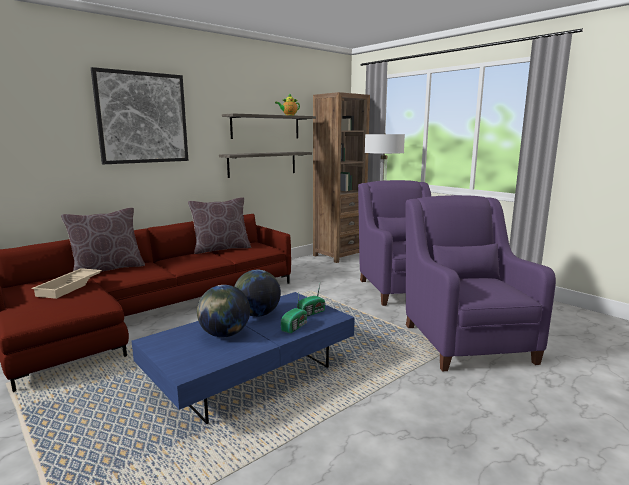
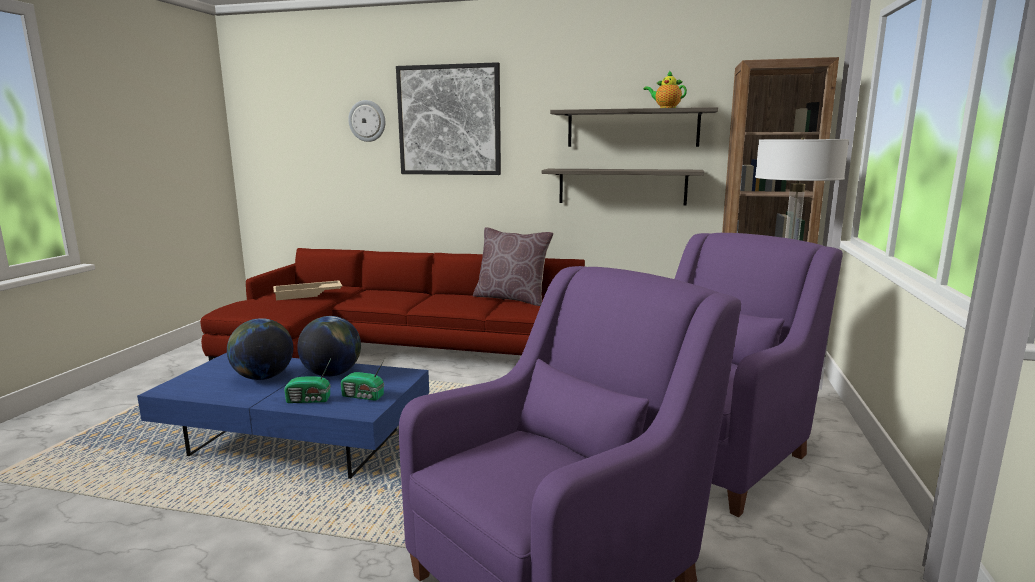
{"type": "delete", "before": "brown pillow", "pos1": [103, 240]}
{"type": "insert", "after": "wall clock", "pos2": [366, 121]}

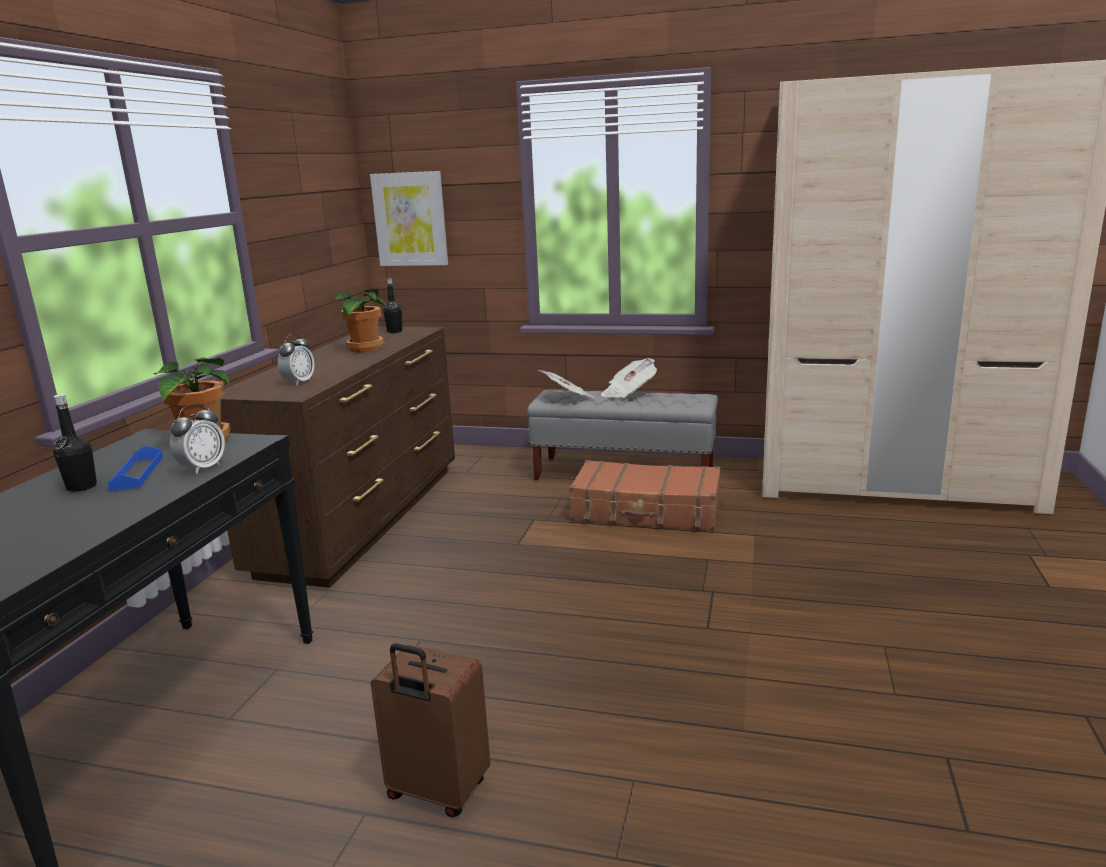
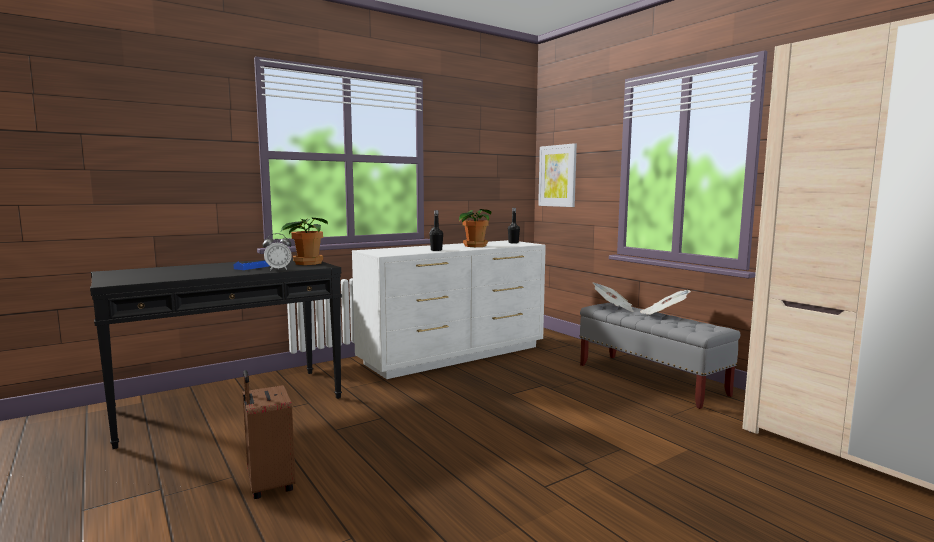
{"type": "delete", "before": "alarm clock", "pos1": [296, 360]}
{"type": "delete", "before": "brown suitcase", "pos1": [645, 495]}
{"type": "move", "before": "black bottle", "pos1": [75, 443], "pos2": [436, 230]}
{"type": "recolor", "before": "brown dresser", "after": "white dresser", "pos1": [338, 457], "pos2": [449, 309]}

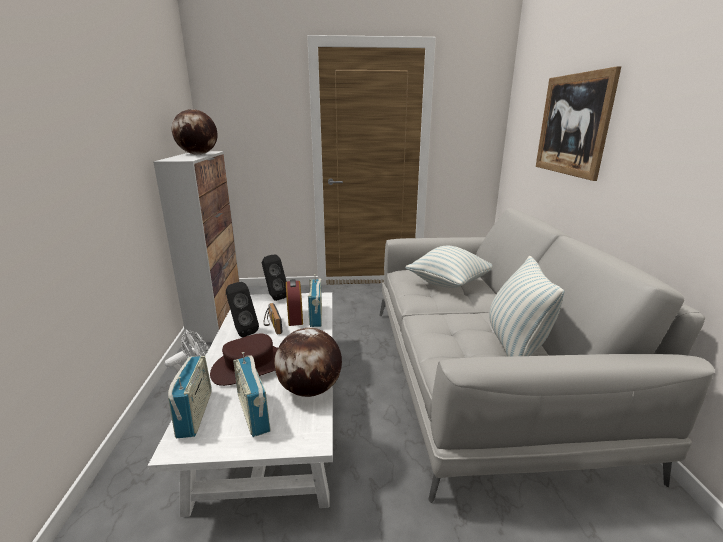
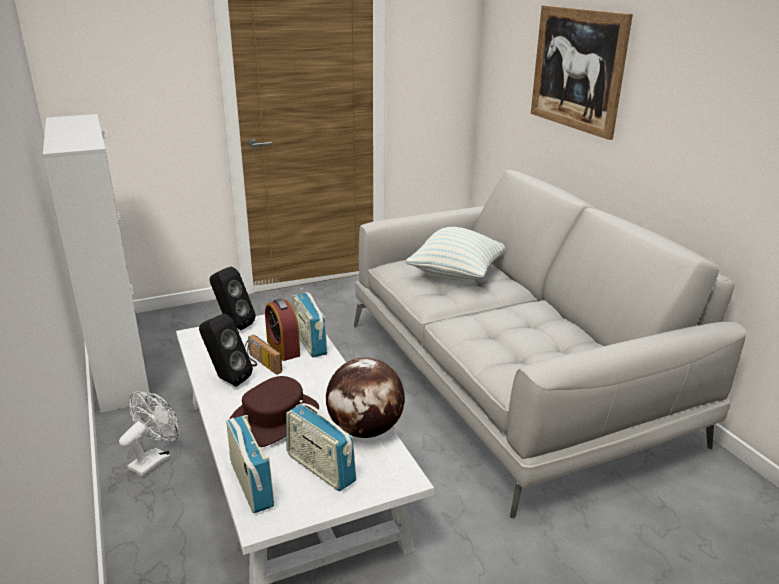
{"type": "delete", "before": "globe", "pos1": [195, 132]}
{"type": "delete", "before": "pillow", "pos1": [527, 306]}

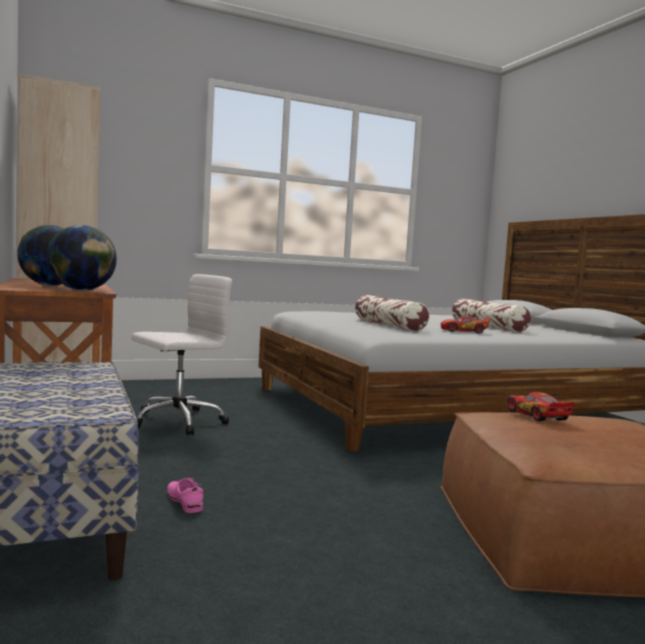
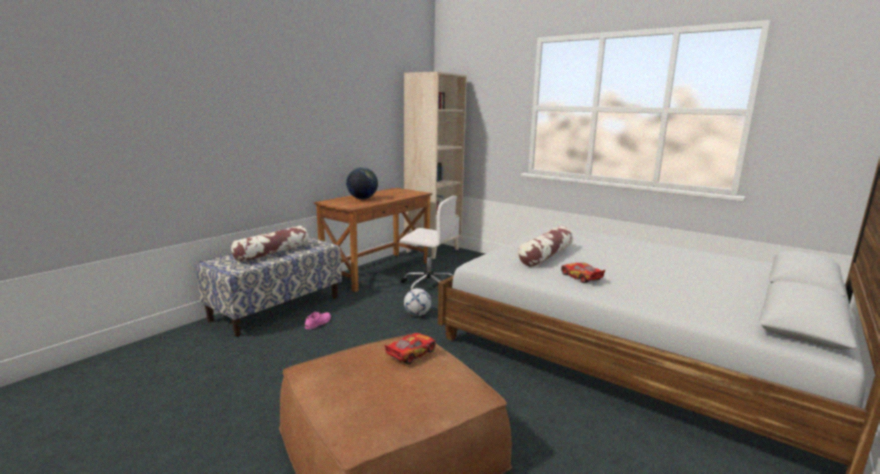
{"type": "delete", "before": "globe", "pos1": [82, 258]}
{"type": "insert", "after": "football", "pos2": [417, 302]}
{"type": "move", "before": "pillow", "pos1": [491, 315], "pos2": [270, 244]}

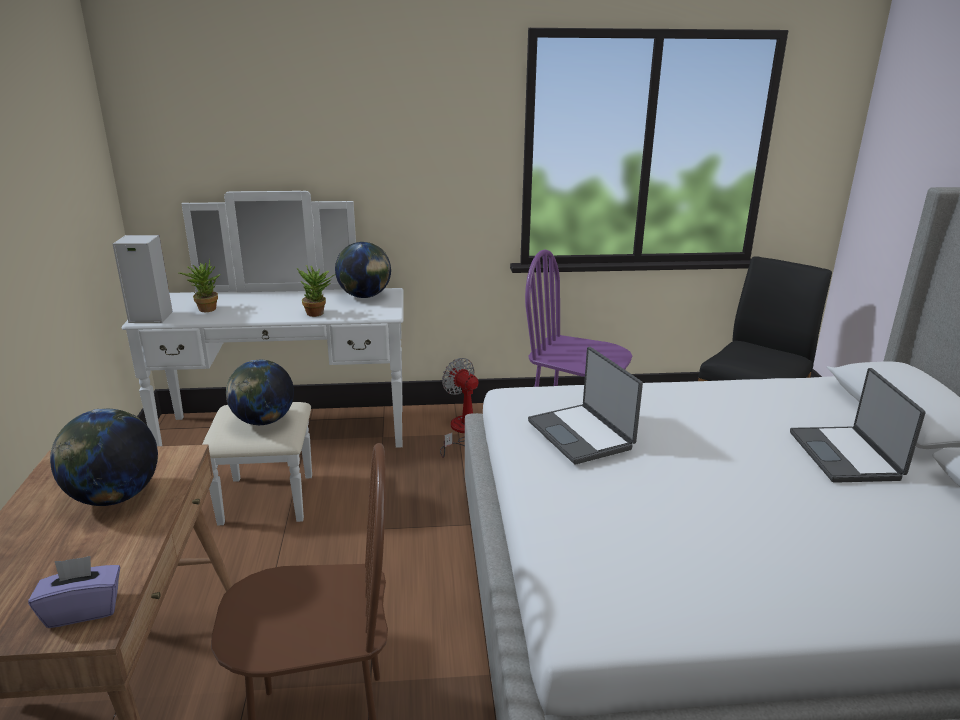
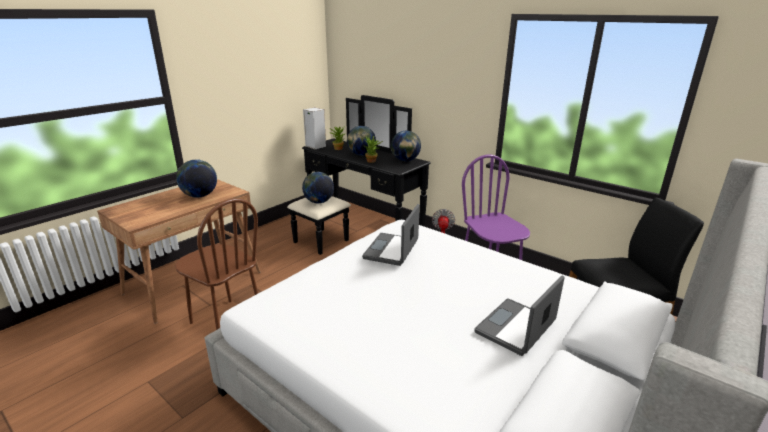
{"type": "delete", "before": "purple tissue box", "pos1": [74, 592]}
{"type": "insert", "after": "globe", "pos2": [361, 141]}
{"type": "recolor", "before": "white dresser", "after": "black dresser", "pos1": [262, 358], "pos2": [359, 175]}

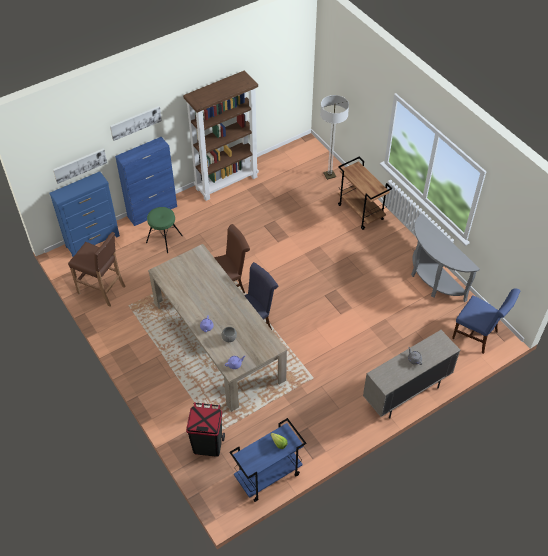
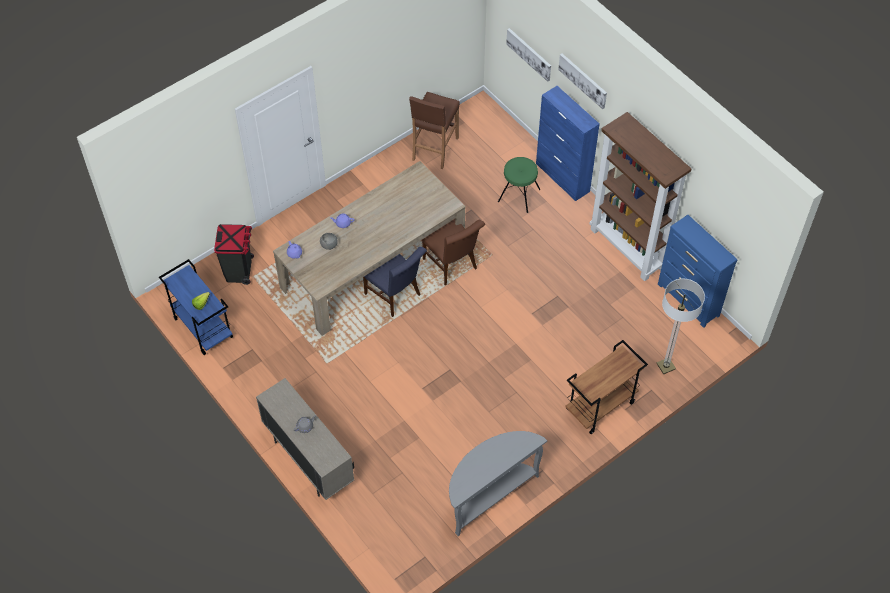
{"type": "delete", "before": "blue chair", "pos1": [486, 321]}
{"type": "move", "before": "blue dresser", "pos1": [84, 214], "pos2": [697, 271]}

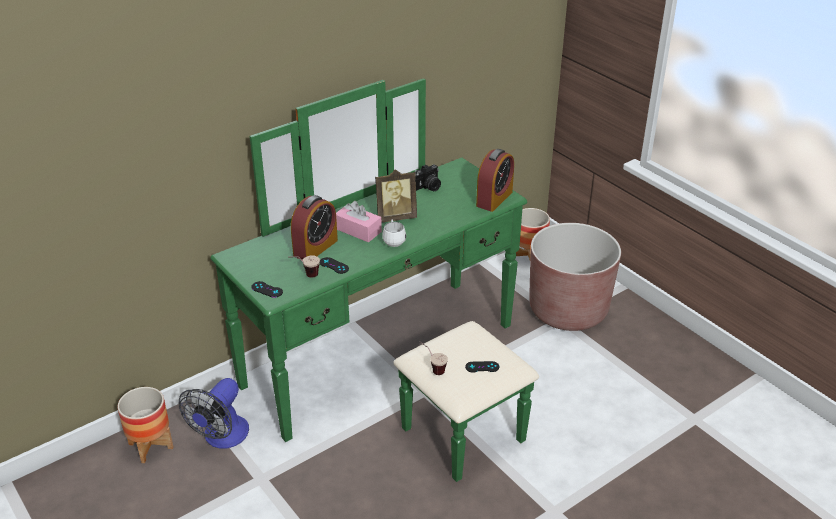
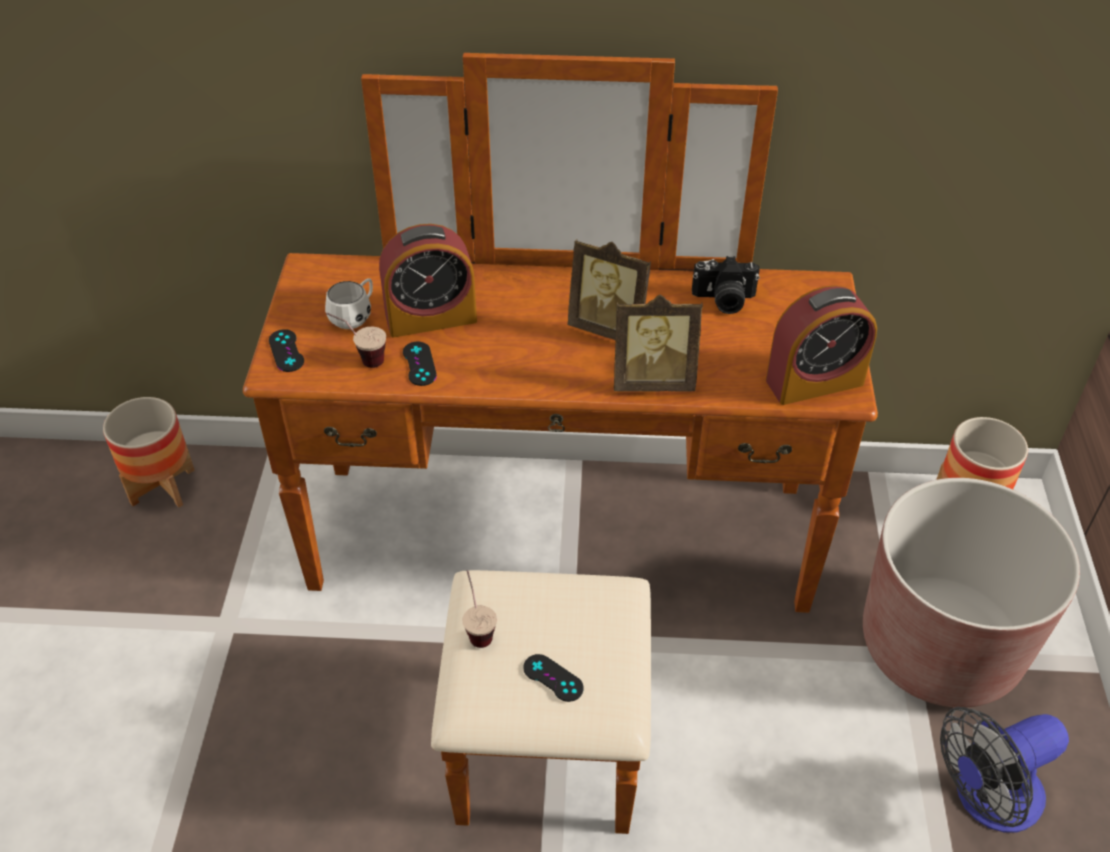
{"type": "delete", "before": "pink tissue box", "pos1": [359, 221]}
{"type": "insert", "after": "picture frame", "pos2": [658, 343]}
{"type": "move", "before": "fan", "pos1": [214, 413], "pos2": [1004, 770]}
{"type": "move", "before": "white mug", "pos1": [394, 233], "pos2": [349, 303]}
{"type": "recolor", "before": "green dresser", "after": "brown dresser", "pos1": [374, 280], "pos2": [560, 443]}

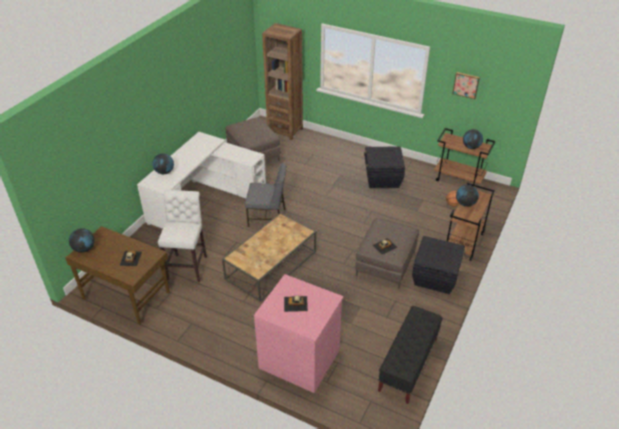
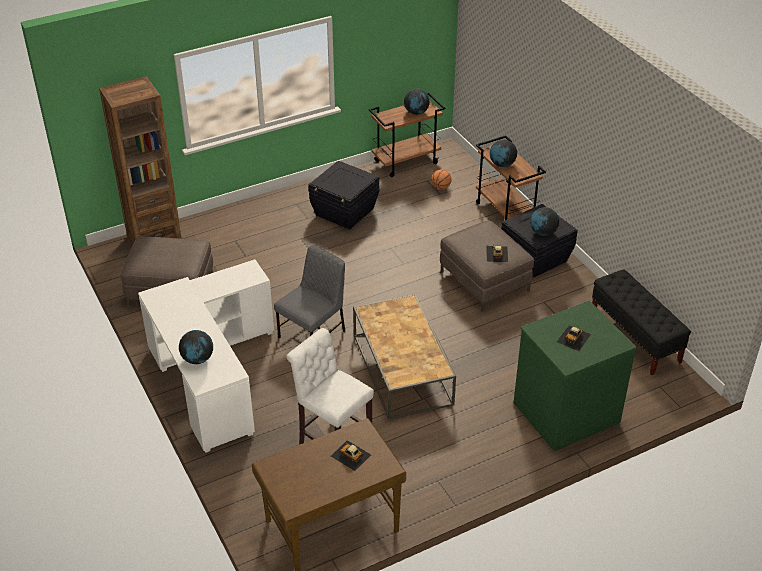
{"type": "delete", "before": "picture", "pos1": [466, 85]}
{"type": "move", "before": "globe", "pos1": [81, 240], "pos2": [544, 221]}
{"type": "recolor", "before": "pink dresser", "after": "green dresser", "pos1": [299, 333], "pos2": [575, 376]}

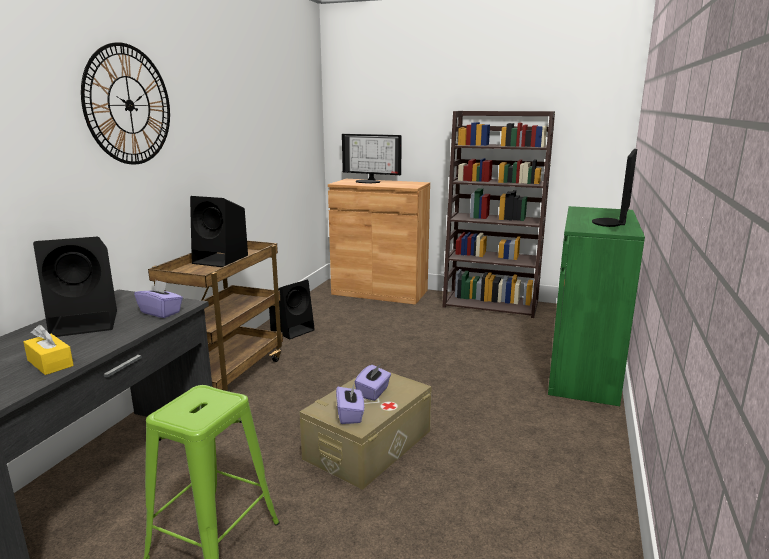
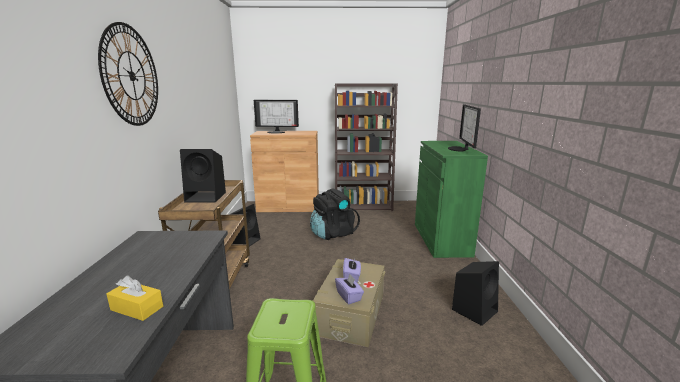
{"type": "delete", "before": "purple tissue box", "pos1": [158, 299]}
{"type": "insert", "after": "black backpack", "pos2": [335, 214]}
{"type": "move", "before": "black speaker", "pos1": [75, 287], "pos2": [475, 293]}

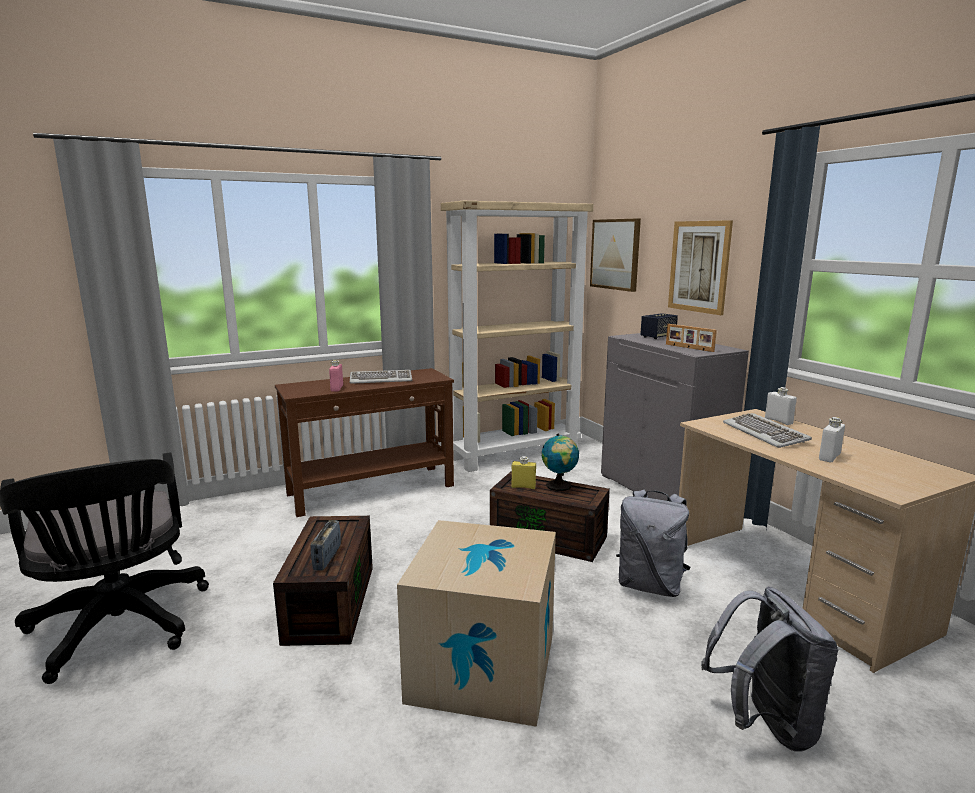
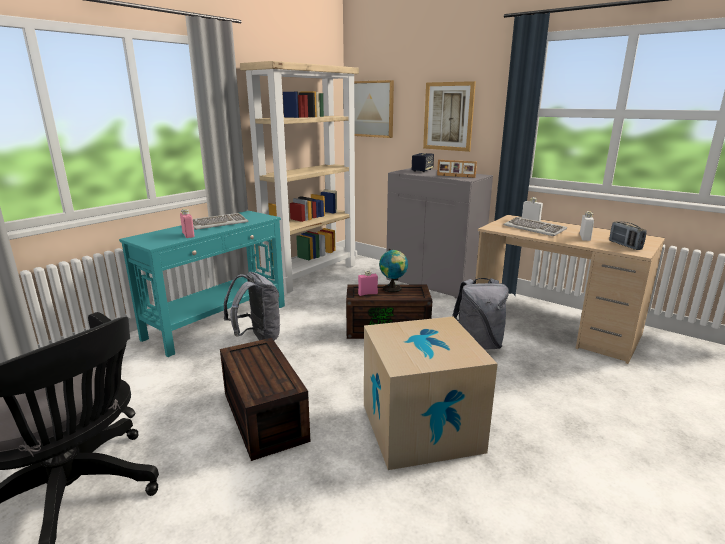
{"type": "move", "before": "radio", "pos1": [326, 545], "pos2": [628, 236]}
{"type": "move", "before": "grey backpack", "pos1": [770, 669], "pos2": [252, 306]}
{"type": "recolor", "before": "brown console table", "after": "turquoise console table", "pos1": [364, 442], "pos2": [202, 284]}
{"type": "recolor", "before": "yellow bottle", "after": "pink bottle", "pos1": [523, 472], "pos2": [368, 283]}

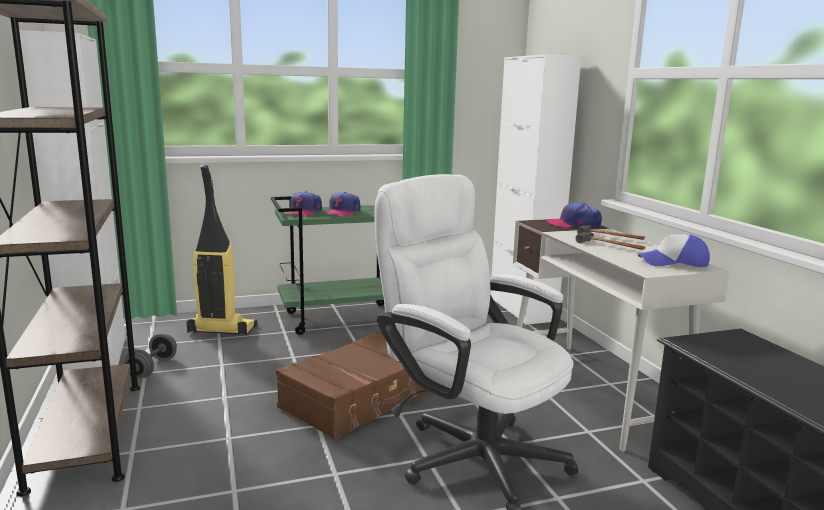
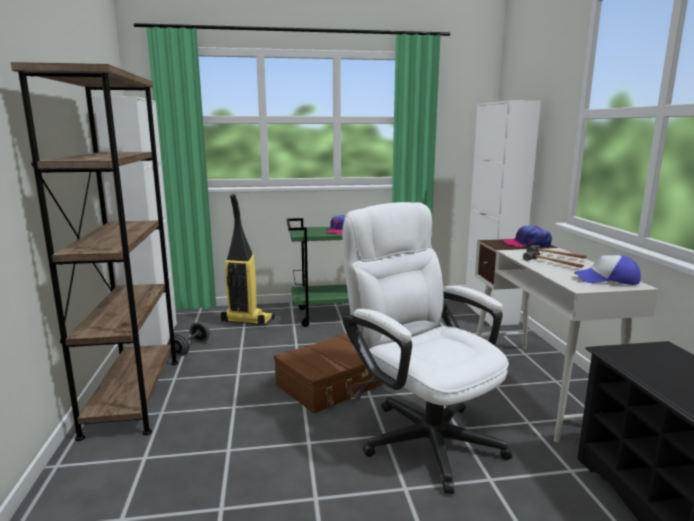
{"type": "delete", "before": "cap", "pos1": [303, 203]}

